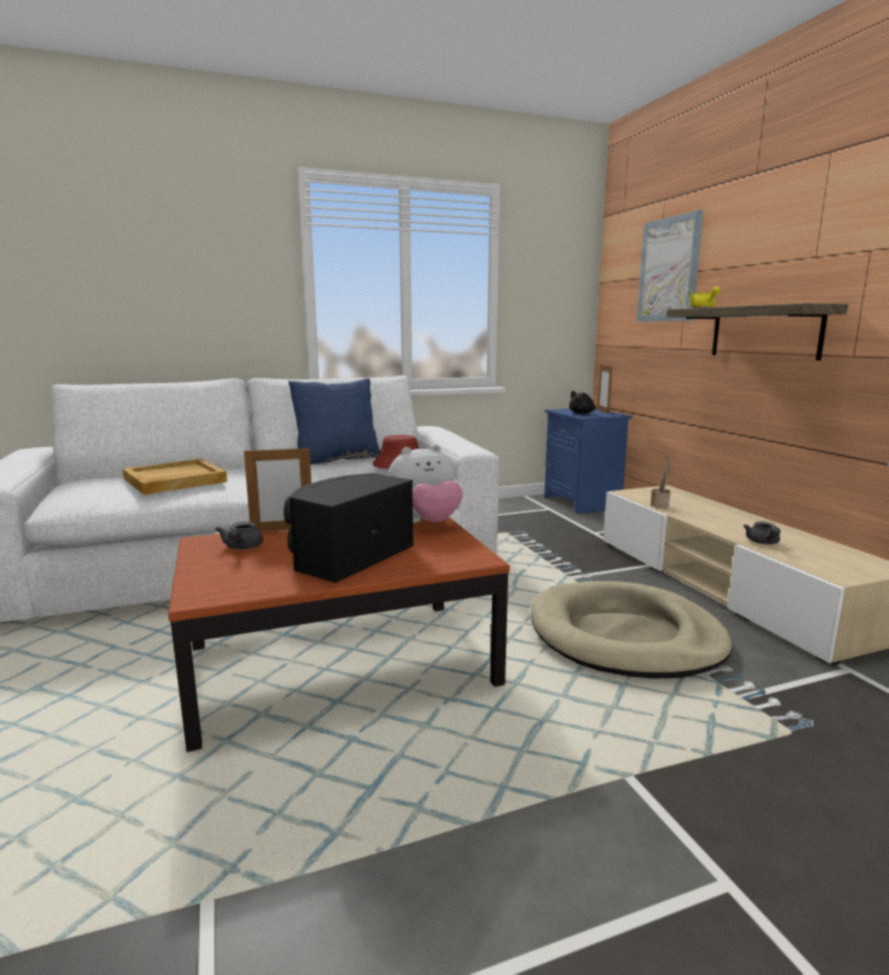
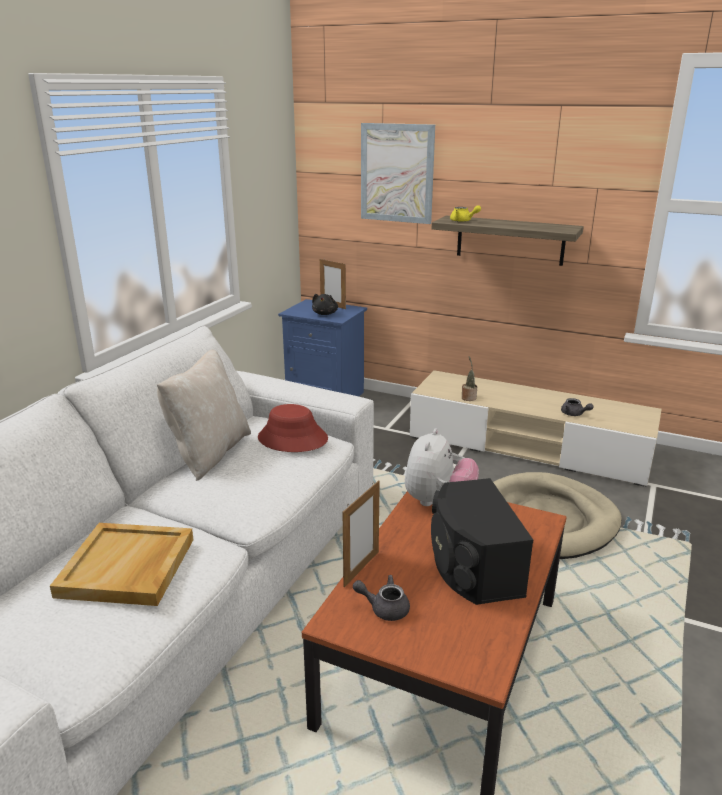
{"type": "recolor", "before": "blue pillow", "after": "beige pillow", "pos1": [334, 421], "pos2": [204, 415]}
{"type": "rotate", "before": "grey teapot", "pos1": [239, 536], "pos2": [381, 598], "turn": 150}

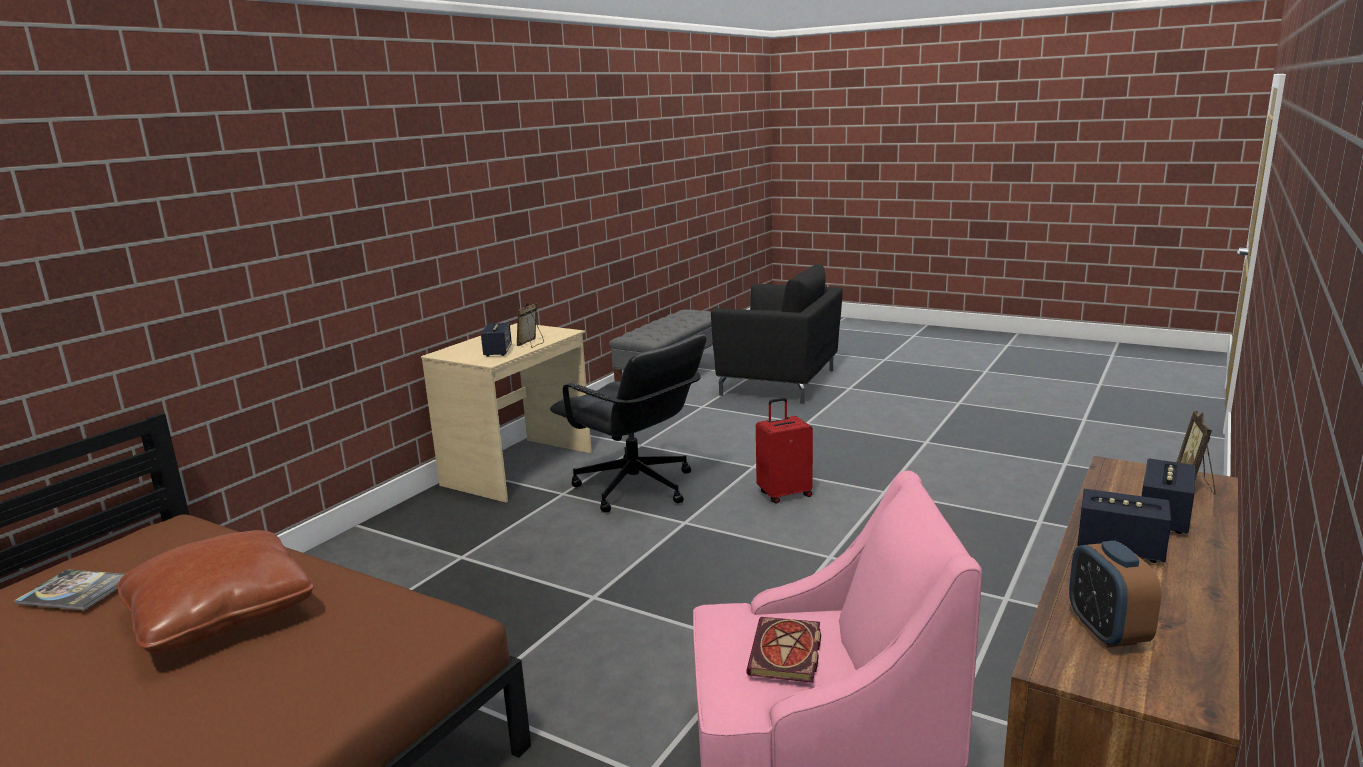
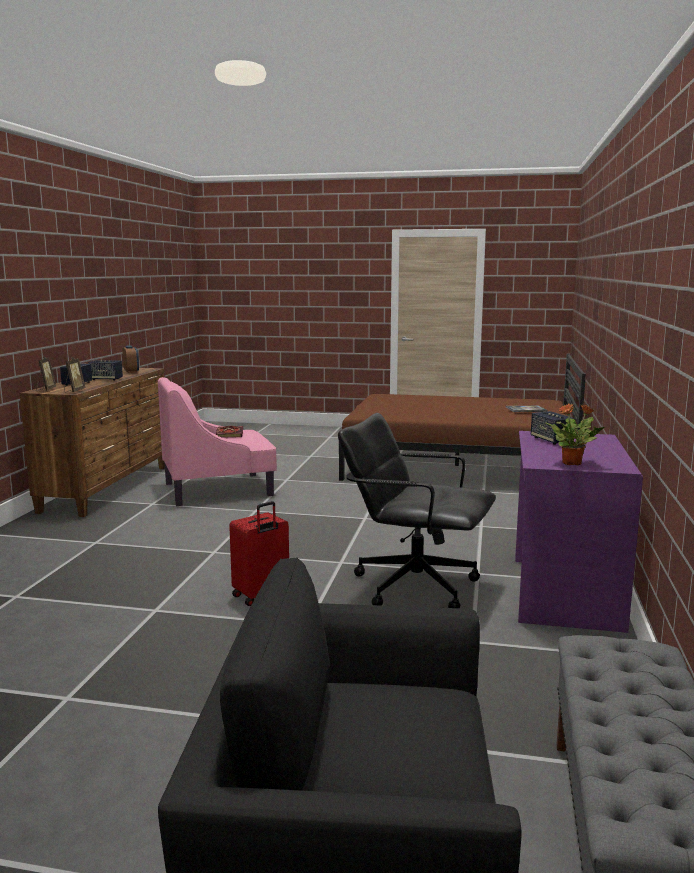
{"type": "delete", "before": "brown pillow", "pos1": [215, 591]}
{"type": "insert", "after": "potted plant", "pos2": [575, 434]}
{"type": "move", "before": "picture frame", "pos1": [530, 325], "pos2": [75, 374]}
{"type": "recolor", "before": "beige desk", "after": "purple desk", "pos1": [506, 413], "pos2": [579, 532]}

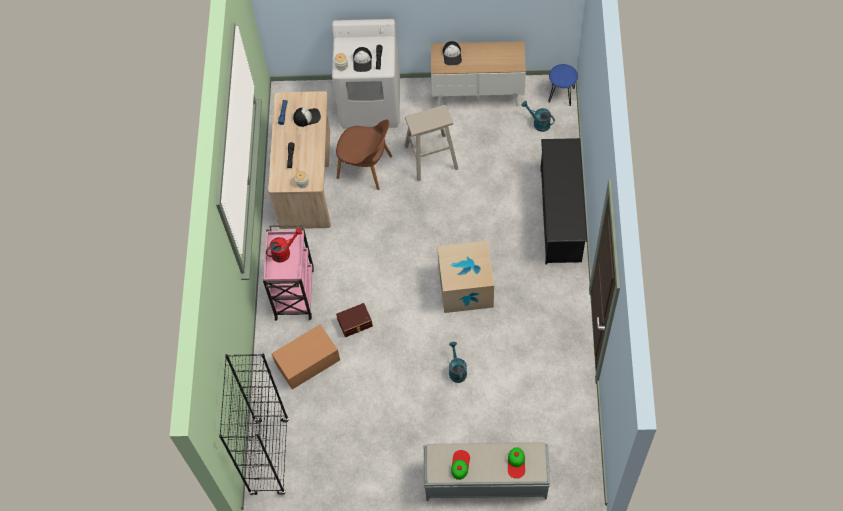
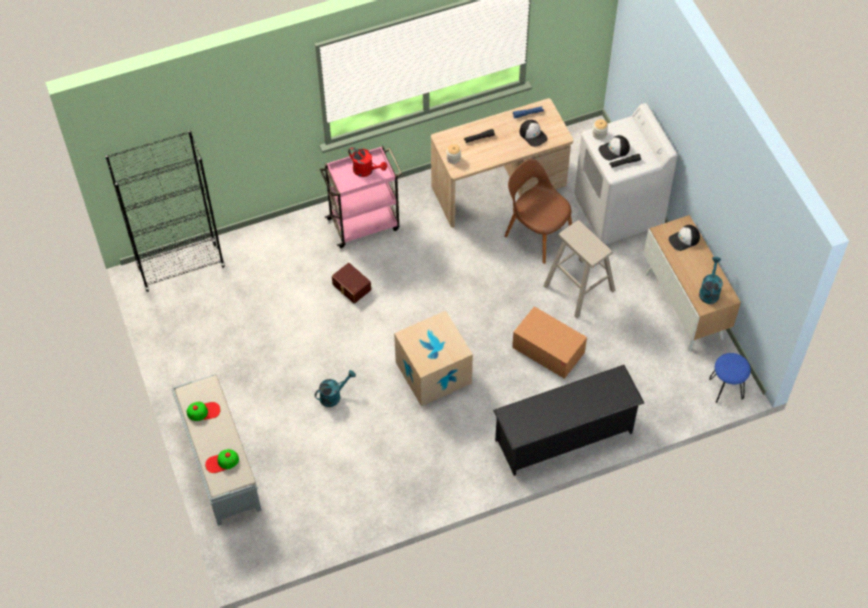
{"type": "move", "before": "cardboard box", "pos1": [306, 356], "pos2": [549, 342]}
{"type": "move", "before": "turquoise watering can", "pos1": [538, 116], "pos2": [711, 280]}
{"type": "rotate", "before": "brown chair", "pos1": [364, 154], "pos2": [538, 211], "turn": 135}

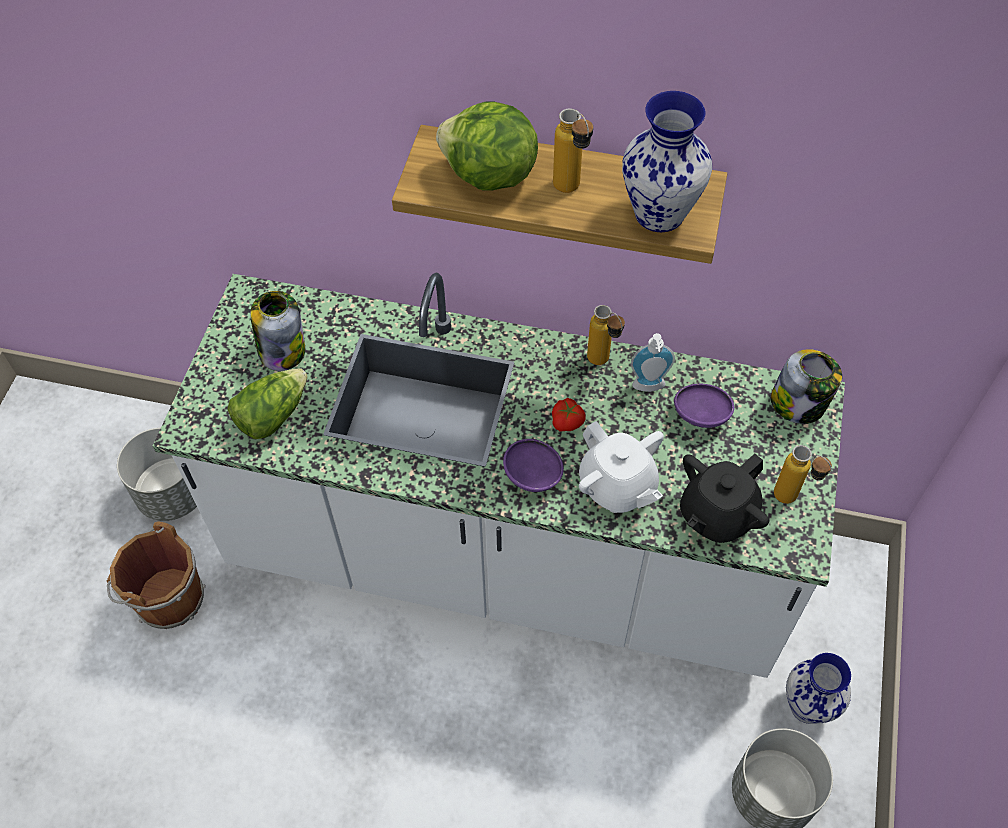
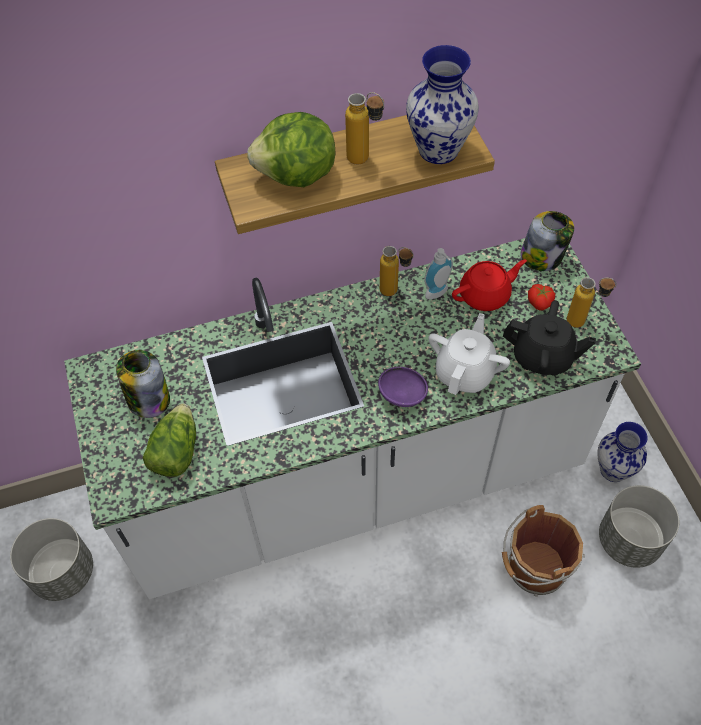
{"type": "move", "before": "brown bucket", "pos1": [156, 575], "pos2": [543, 551]}
{"type": "move", "before": "tomato", "pos1": [569, 415], "pos2": [541, 297]}
{"type": "replace", "before": "purple bowl", "after": "red teapot", "pos1": [704, 406], "pos2": [489, 285]}
{"type": "rotate", "before": "white teapot", "pos1": [621, 467], "pos2": [469, 354], "turn": -90}
{"type": "rotate", "before": "black teapot", "pos1": [724, 498], "pos2": [549, 338], "turn": -90}

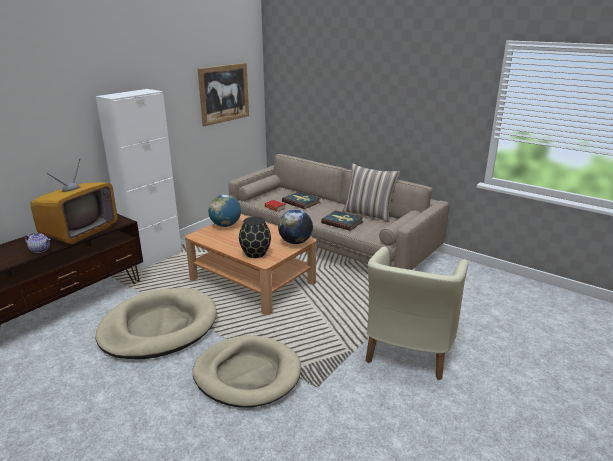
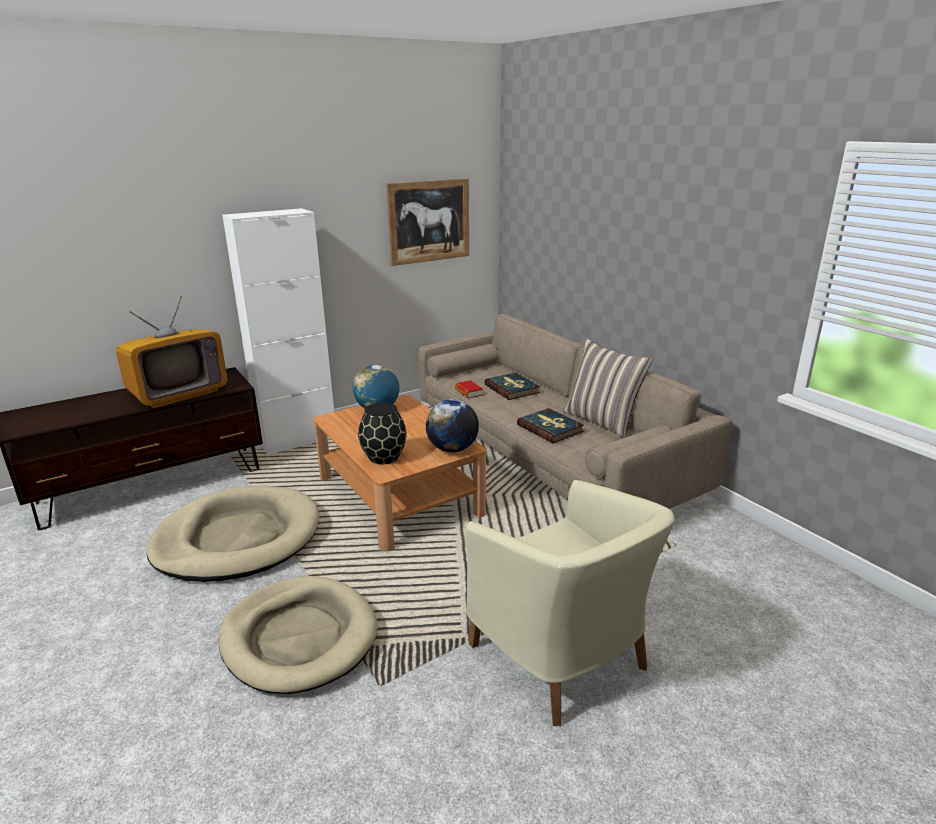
{"type": "delete", "before": "teapot", "pos1": [37, 243]}
{"type": "rotate", "before": "beige armchair", "pos1": [416, 313], "pos2": [570, 603], "turn": -75}

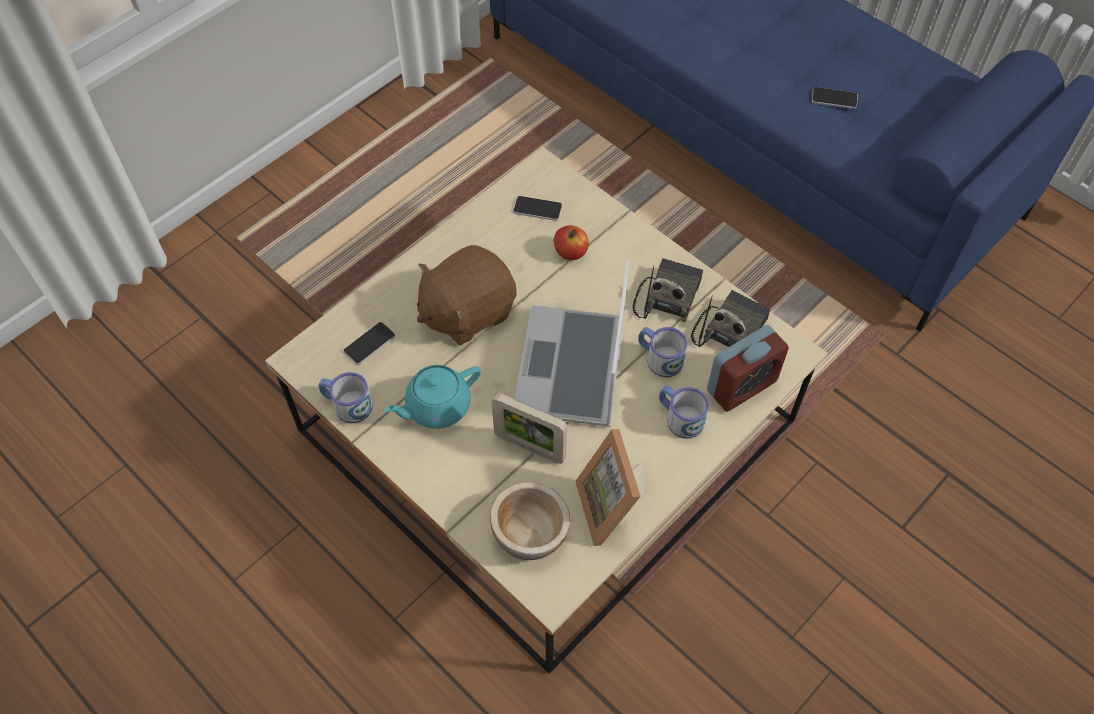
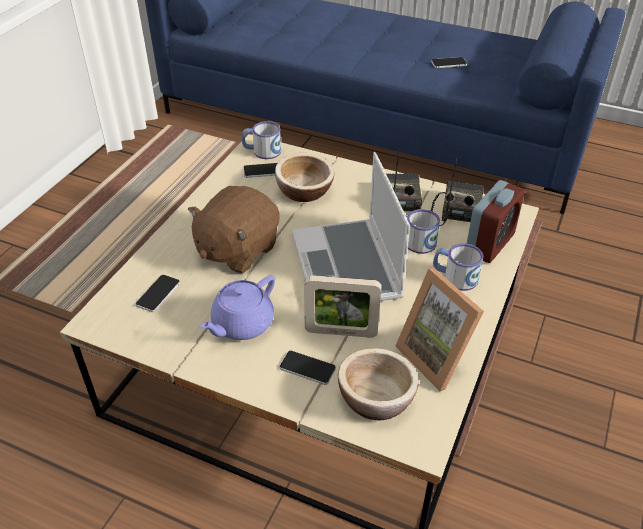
{"type": "insert", "after": "phone", "pos2": [307, 368]}
{"type": "move", "before": "mug", "pos1": [345, 397], "pos2": [261, 140]}
{"type": "replace", "before": "apple", "after": "bowl", "pos1": [571, 242], "pos2": [304, 177]}
{"type": "recolor", "before": "turquoise teapot", "after": "purple teapot", "pos1": [432, 397], "pos2": [237, 308]}

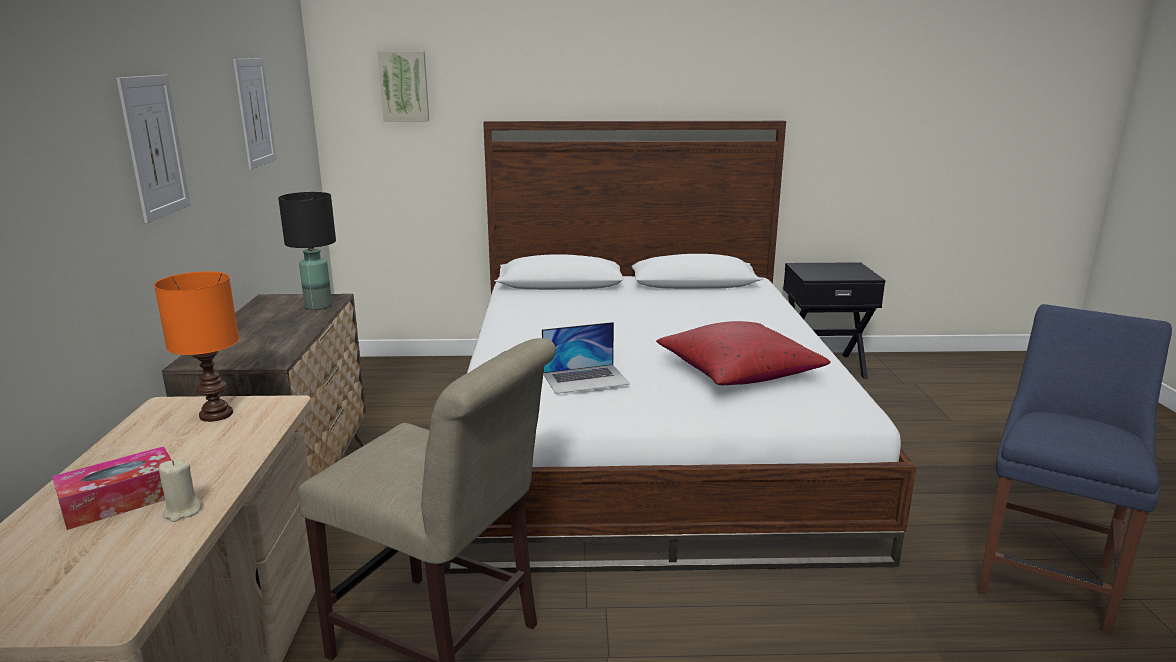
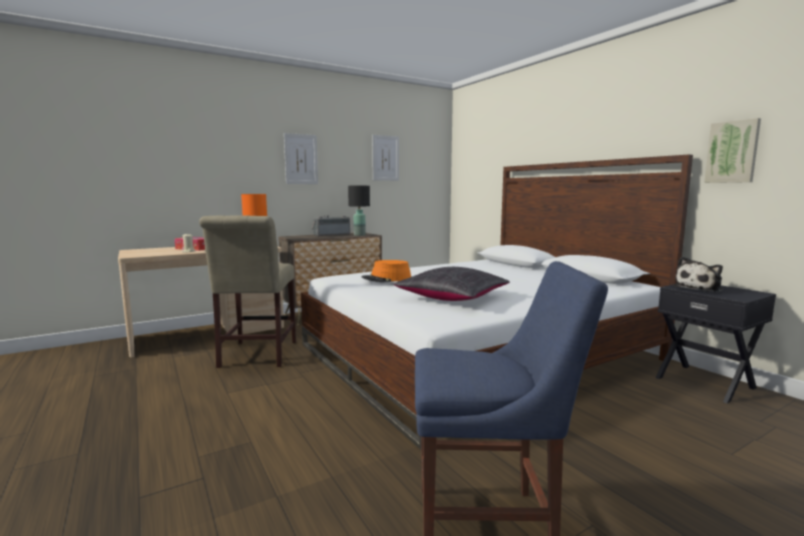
{"type": "insert", "after": "radio", "pos2": [331, 225]}
{"type": "insert", "after": "plush toy", "pos2": [698, 274]}
{"type": "move", "before": "picture", "pos1": [403, 86], "pos2": [732, 150]}
{"type": "replace", "before": "laptop", "after": "orange hat", "pos1": [586, 358], "pos2": [386, 271]}
{"type": "recolor", "before": "red pillow", "after": "black pillow", "pos1": [743, 353], "pos2": [452, 284]}

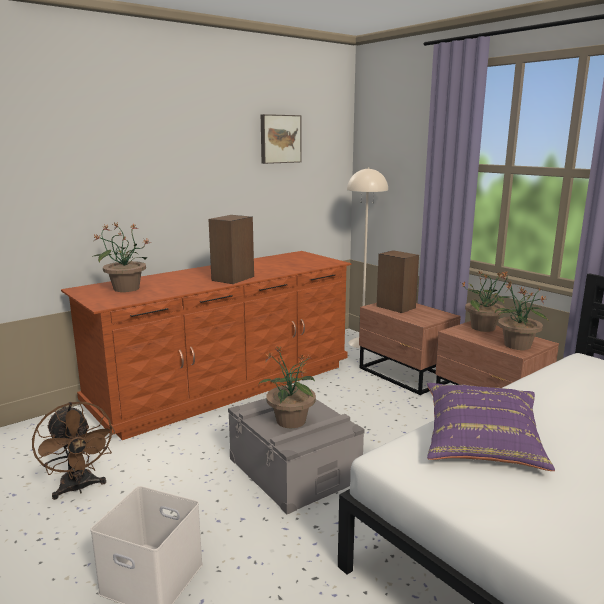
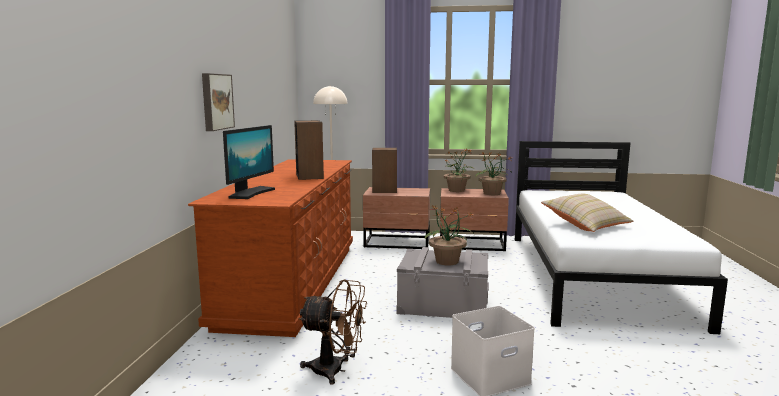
{"type": "move", "before": "picture", "pos1": [281, 139], "pos2": [218, 102]}
{"type": "replace", "before": "potted plant", "after": "monitor", "pos1": [122, 257], "pos2": [249, 162]}
{"type": "recolor", "before": "purple pillow", "after": "beige pillow", "pos1": [491, 427], "pos2": [587, 213]}

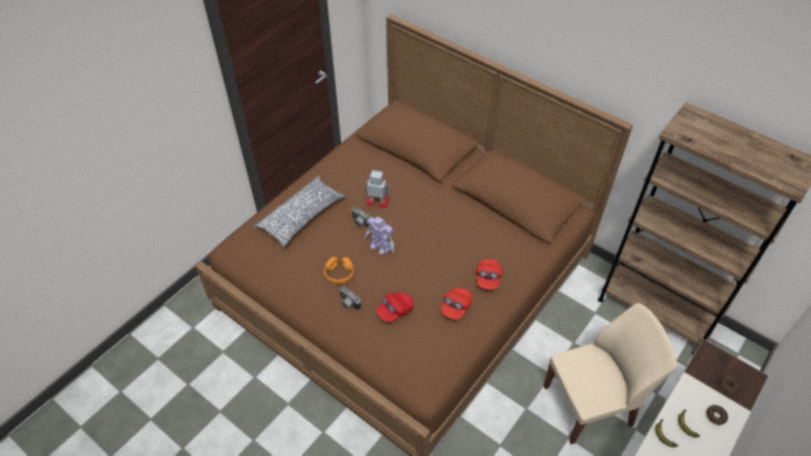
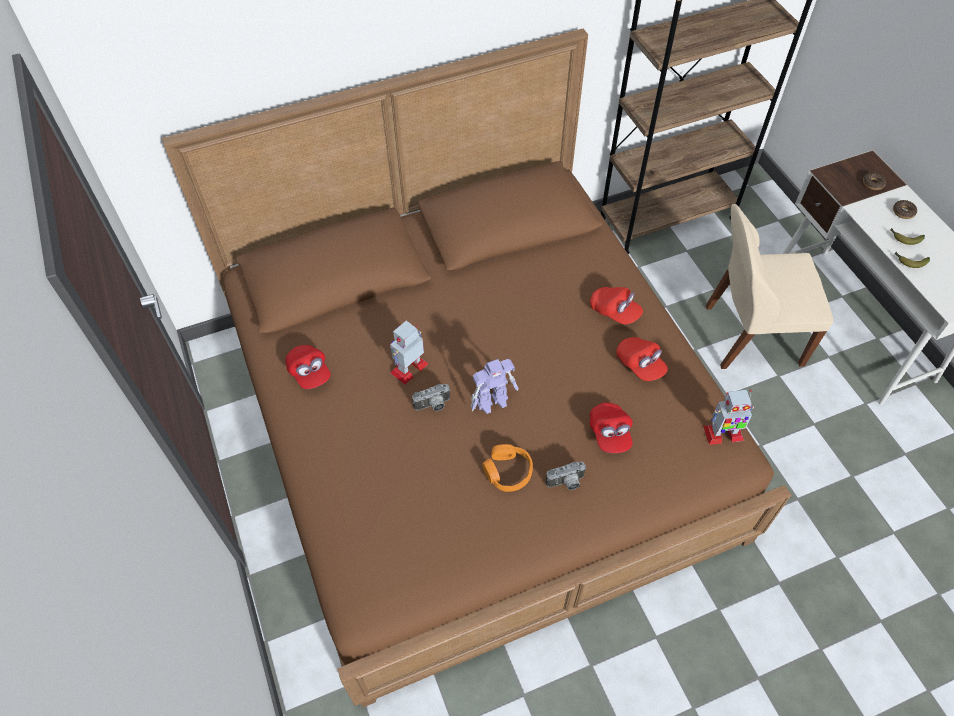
{"type": "delete", "before": "pillow", "pos1": [299, 211]}
{"type": "insert", "after": "red cap", "pos2": [308, 367]}
{"type": "insert", "after": "toy robot", "pos2": [728, 417]}
{"type": "rotate", "before": "beige chair", "pos1": [610, 373], "pos2": [770, 286], "turn": -105}

